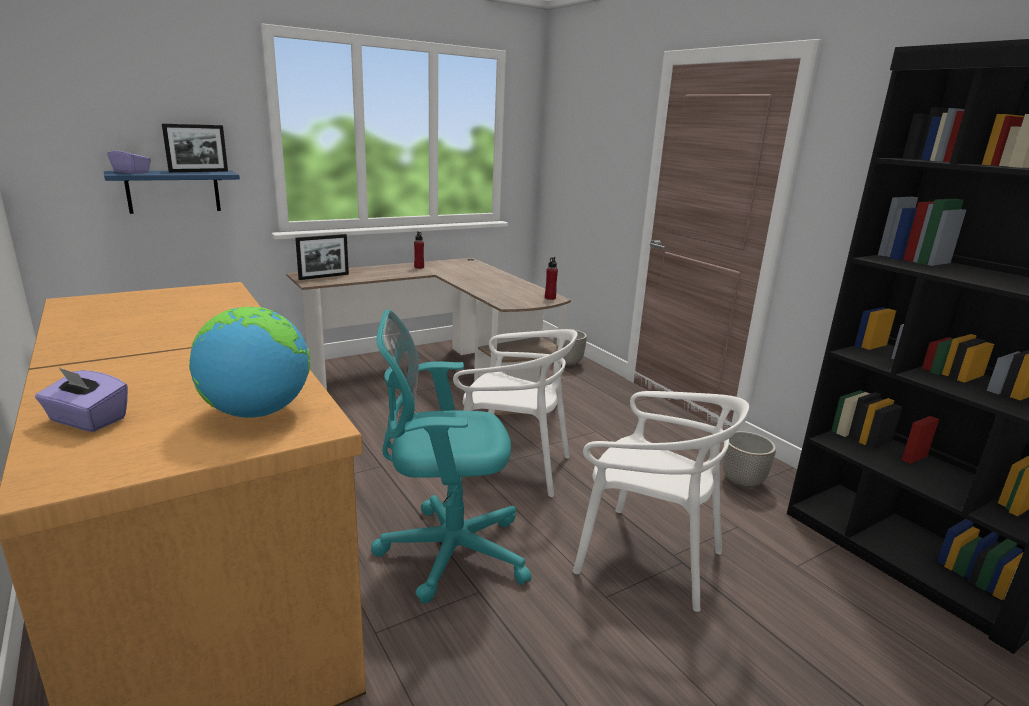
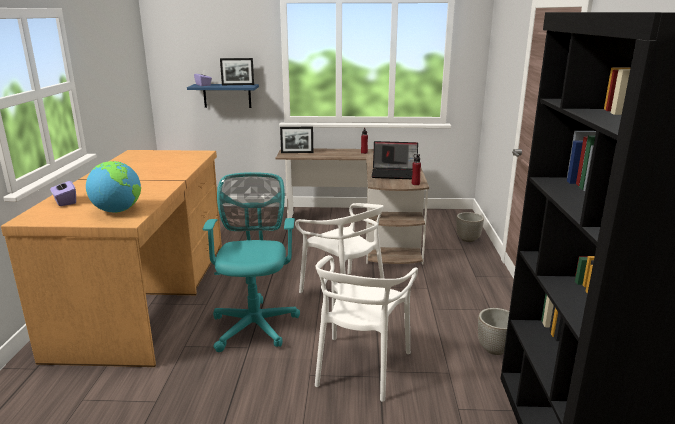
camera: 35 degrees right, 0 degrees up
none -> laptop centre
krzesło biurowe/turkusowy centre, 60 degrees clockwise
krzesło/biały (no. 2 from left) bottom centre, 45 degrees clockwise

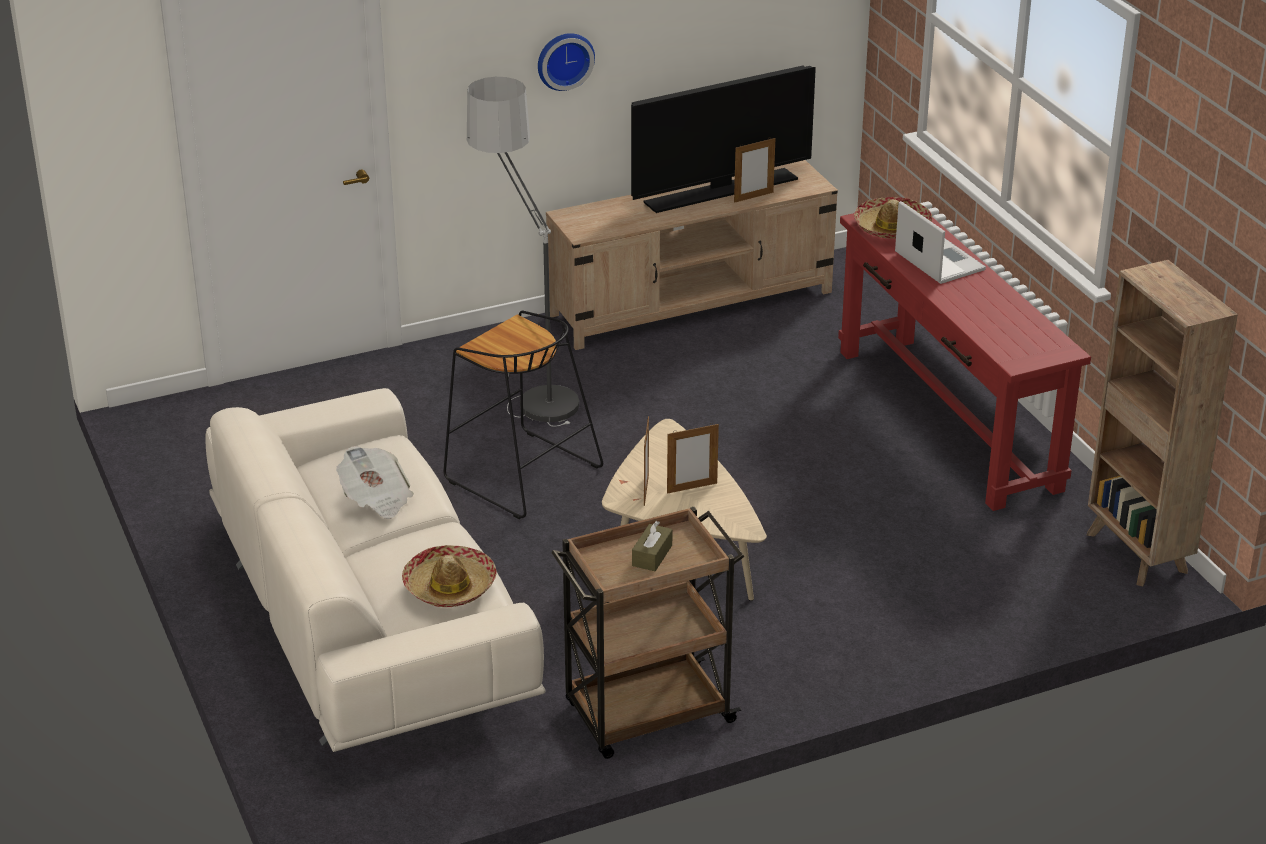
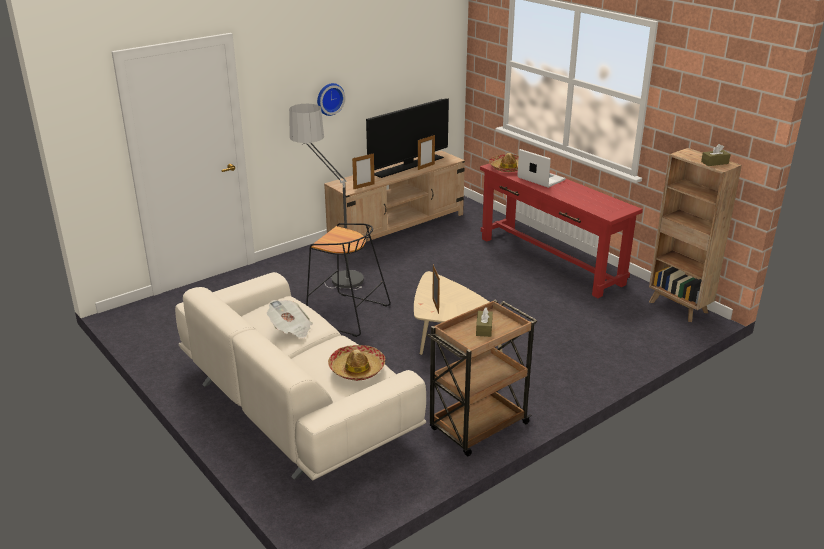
camera: 15 degrees left, 5 degrees down
none -> pudełko chusteczek/brązowy (no. 2 from left) top right
ramka na zdjęcie (no. 2 from left in the first image) centre -> ramka na zdjęcie (no. 1 from left) top centre, shifted

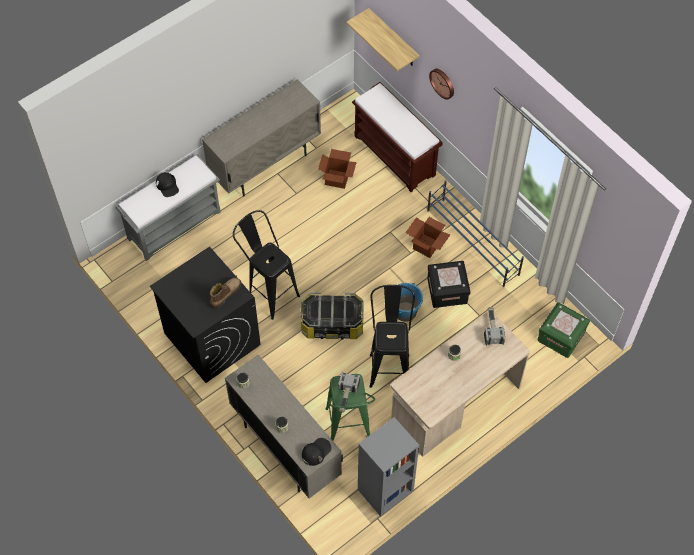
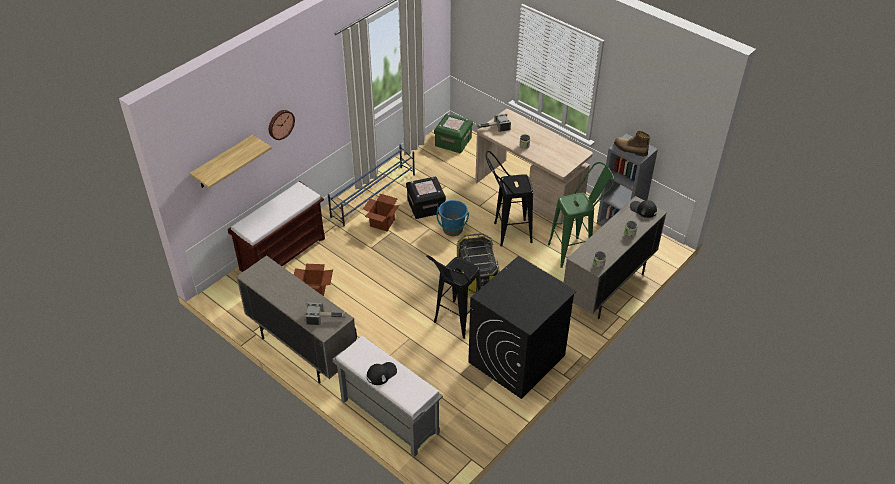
camera: 100 degrees left, 15 degrees down
but z cholewką middle left -> but z cholewką top right, shifted
młotek (no. 1 from left) bottom centre -> młotek (no. 1 from left) centre, shifted

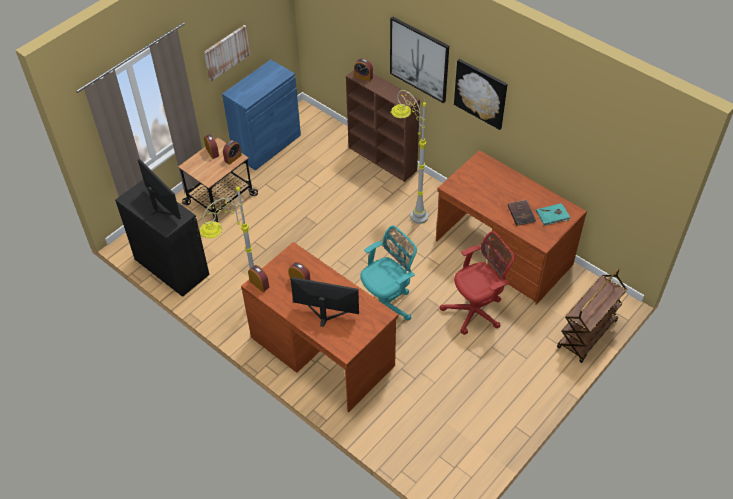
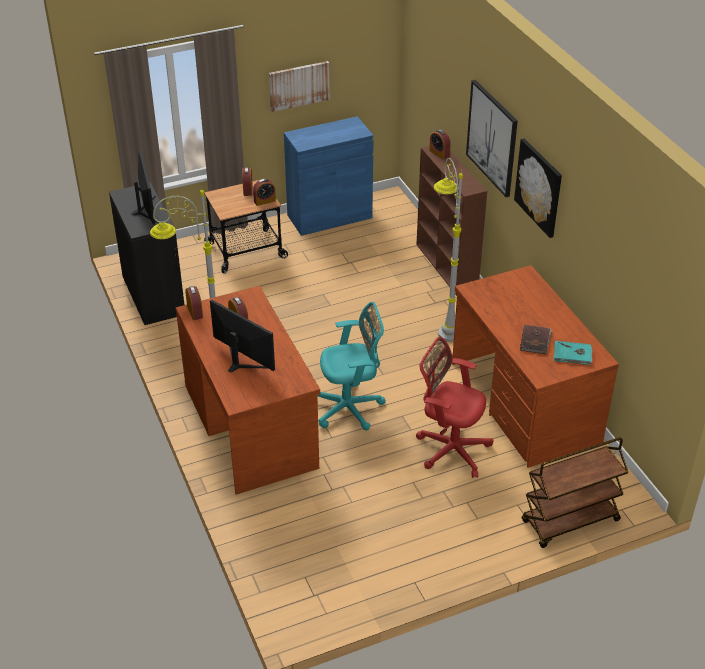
camera: 25 degrees right, 10 degrees down
krzesło biurowe/czerwony centre, 150 degrees counterclockwise

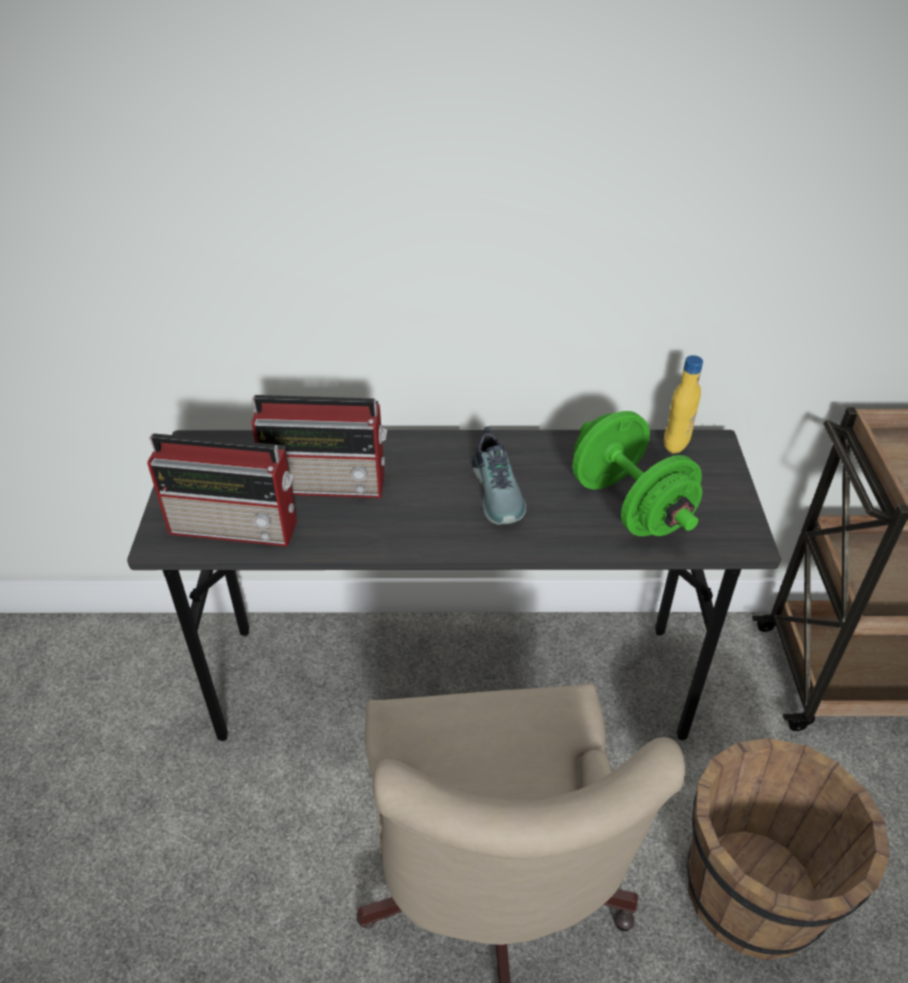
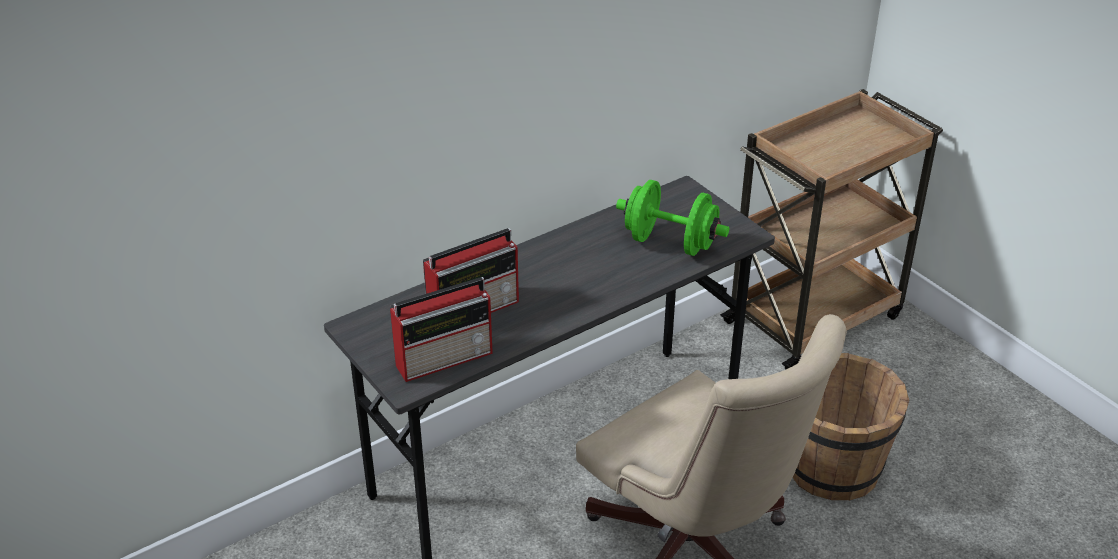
camera: 35 degrees left, 5 degrees down
but centre -> none
butelka/żółty middle right -> none

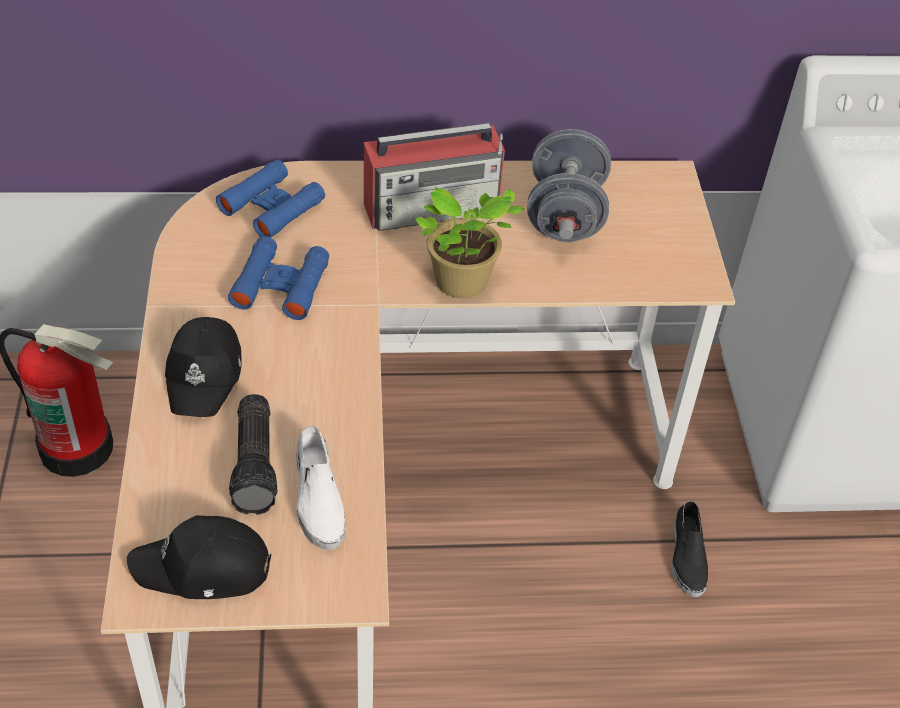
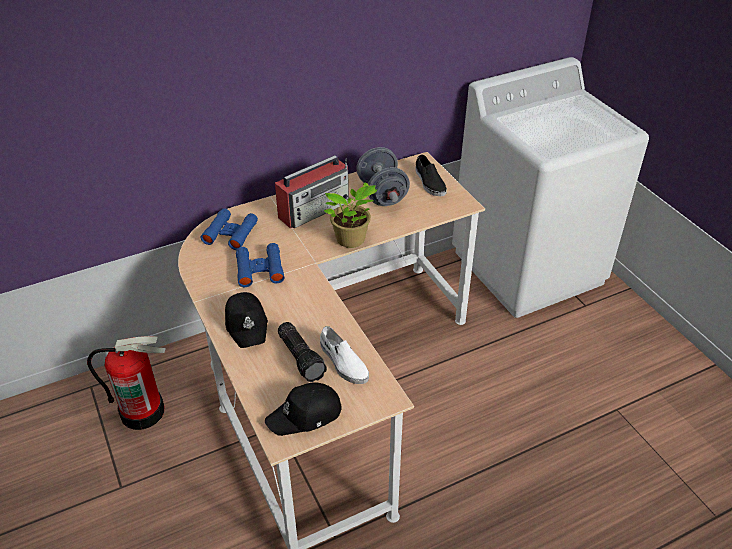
camera: 20 degrees left, 5 degrees down
but/czarny bottom right -> but/czarny top centre, shifted

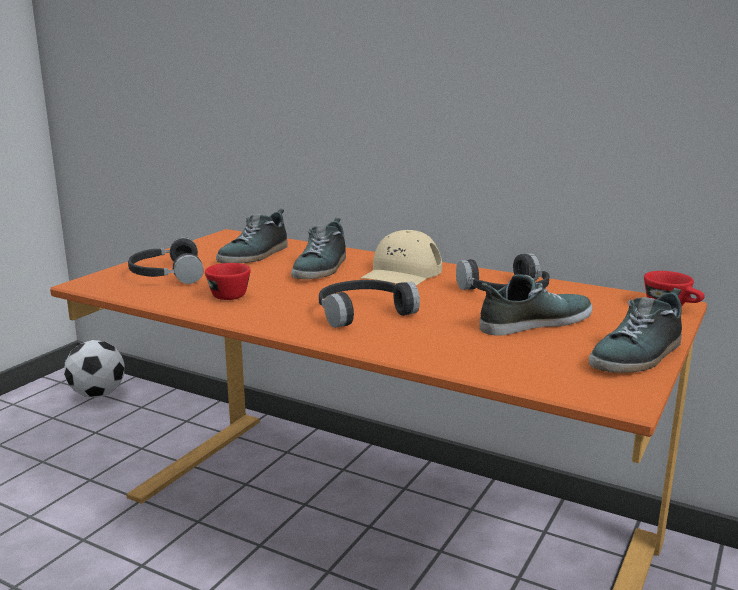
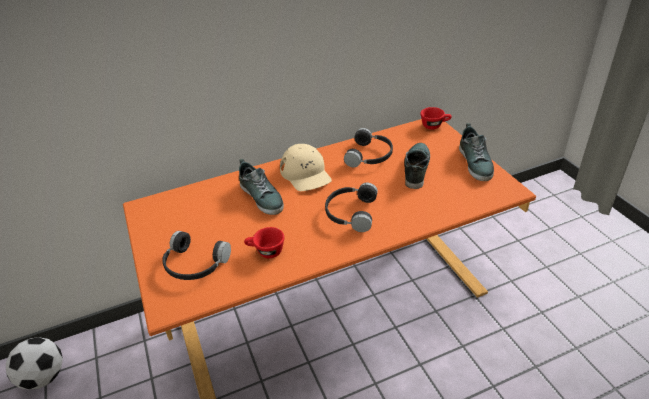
camera: 50 degrees left, 20 degrees up
but (no. 1 from left) centre -> none

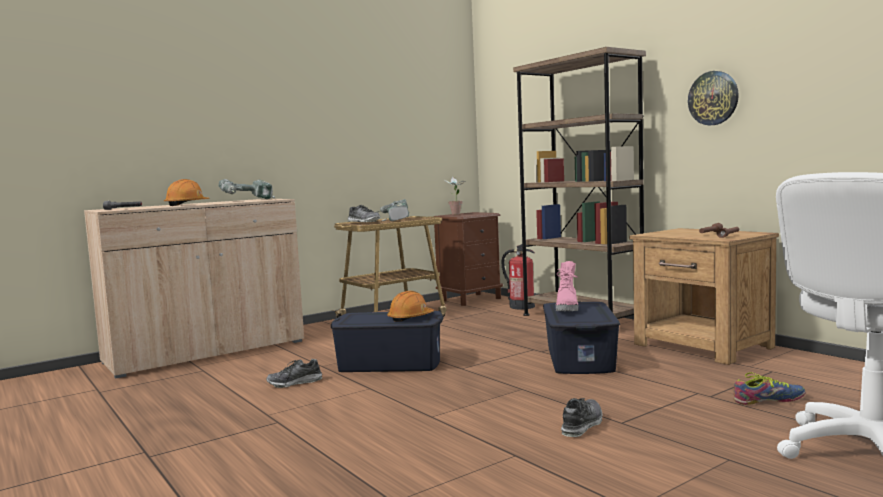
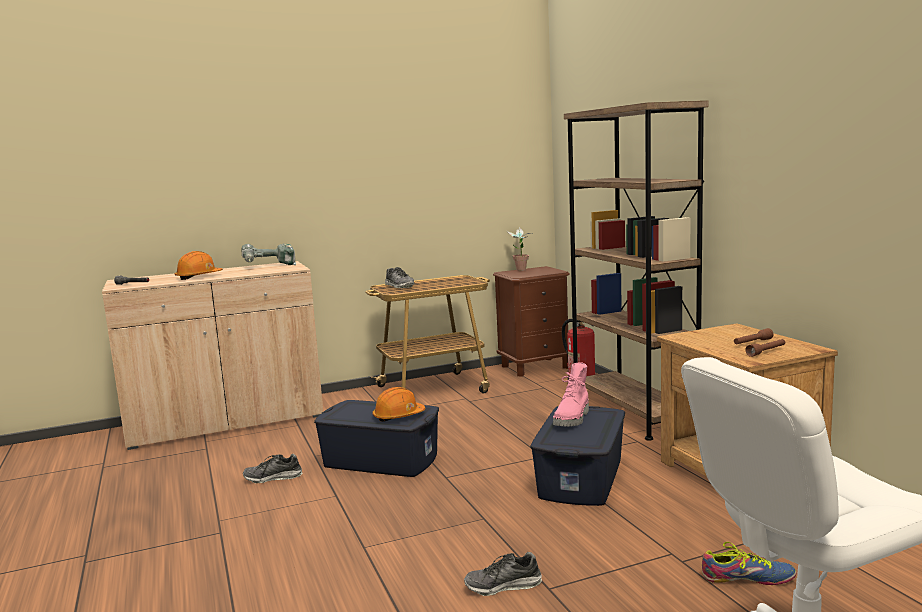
camera: 15 degrees right, 5 degrees up
wiertarka (no. 2 from left) centre -> none
zegar ścienny top right -> none
but (no. 3 from left) bottom centre, 150 degrees counterclockwise

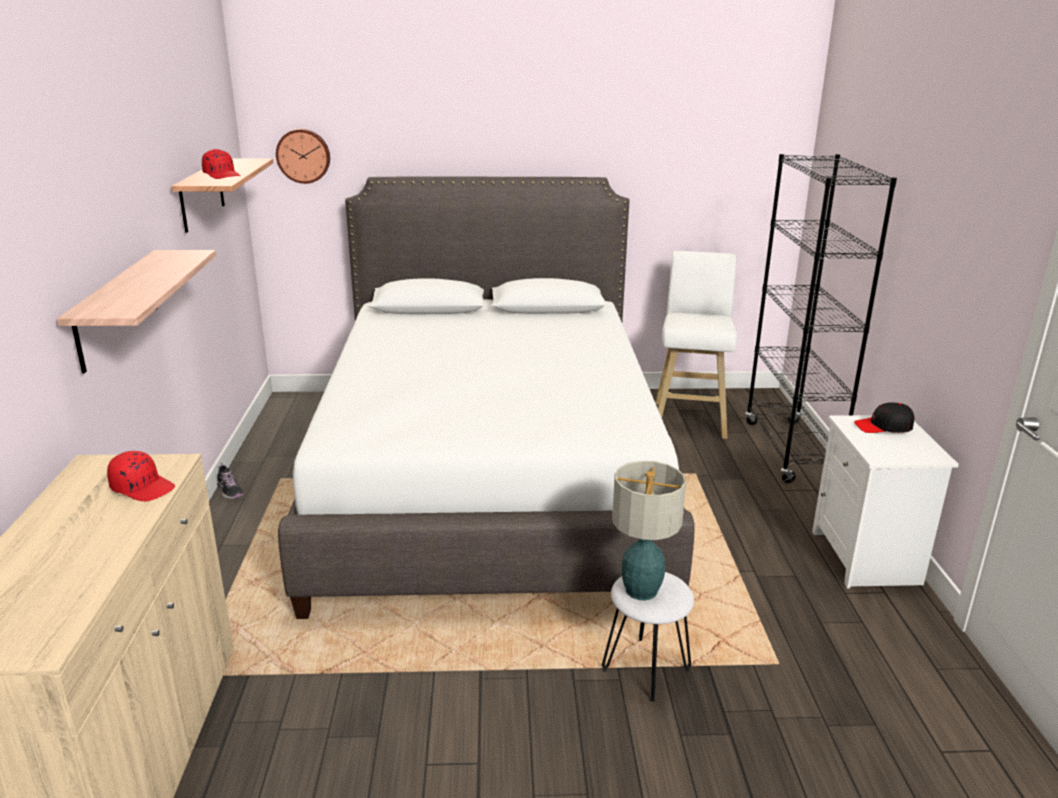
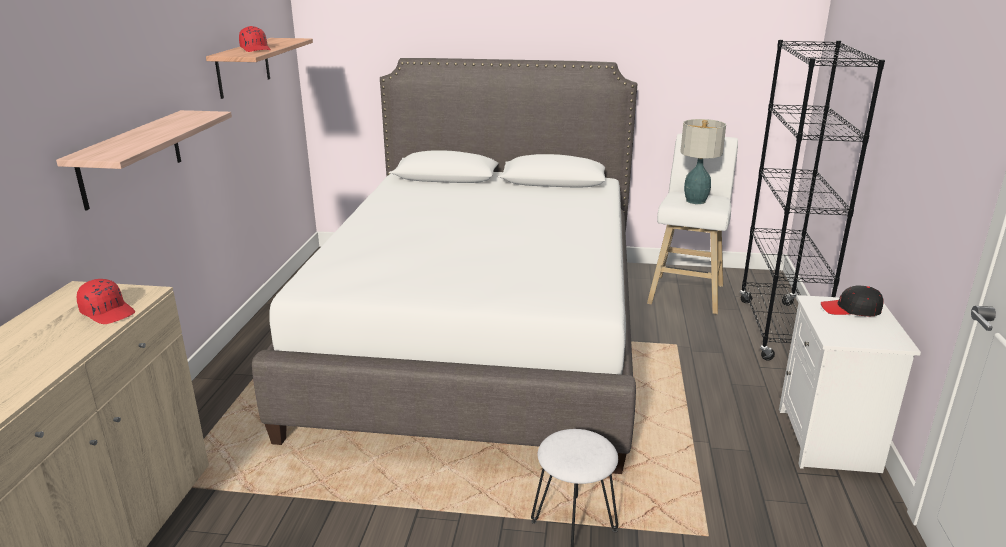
camera: 10 degrees right, 0 degrees up
but middle left -> none
zegar ścienny top left -> none
lampa stołowa centre -> lampa stołowa top right, shifted

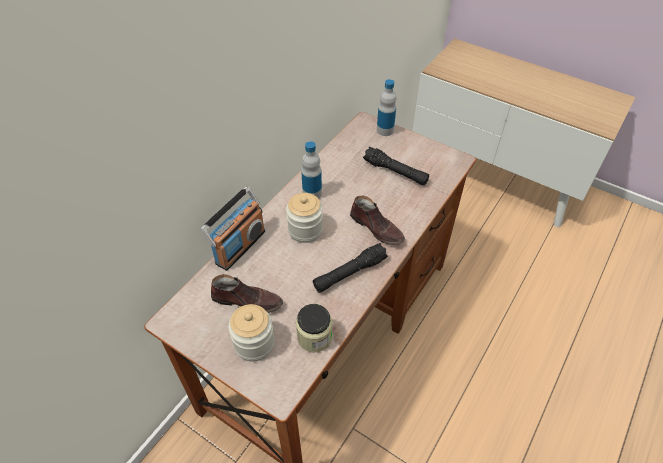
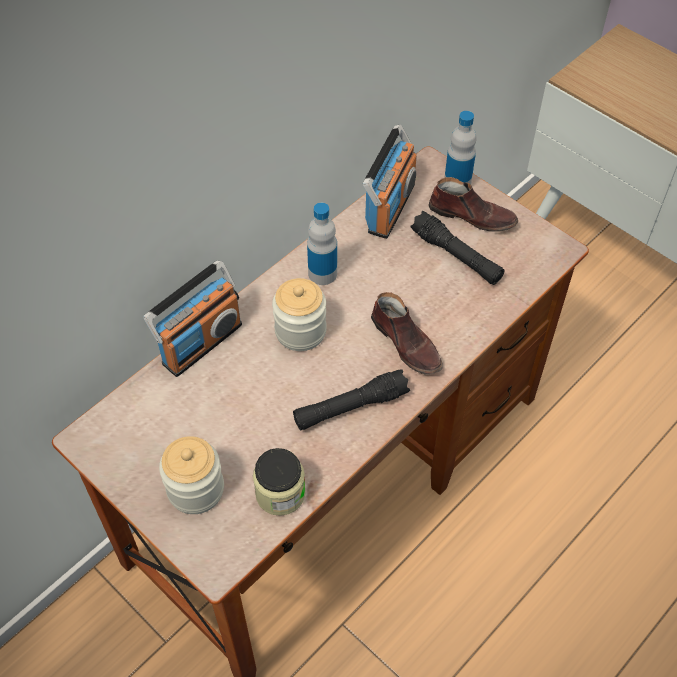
camera: 10 degrees right, 5 degrees up
none -> radio (no. 2 from left) top centre
but/brązowy (no. 1 from left in the first image) centre -> but/brązowy (no. 2 from left) top right, shifted

